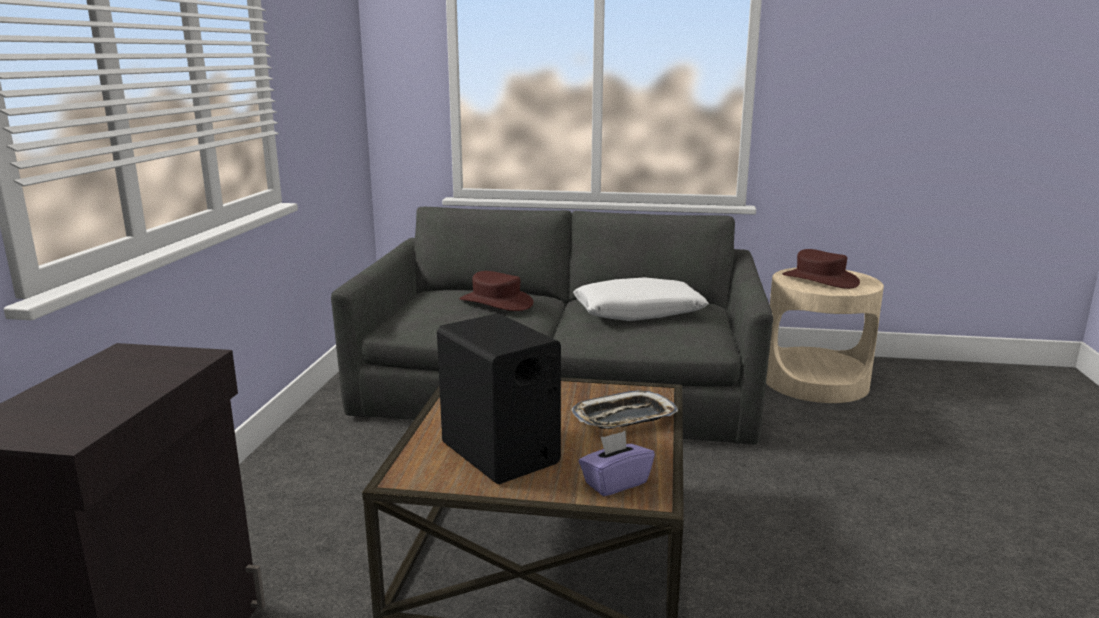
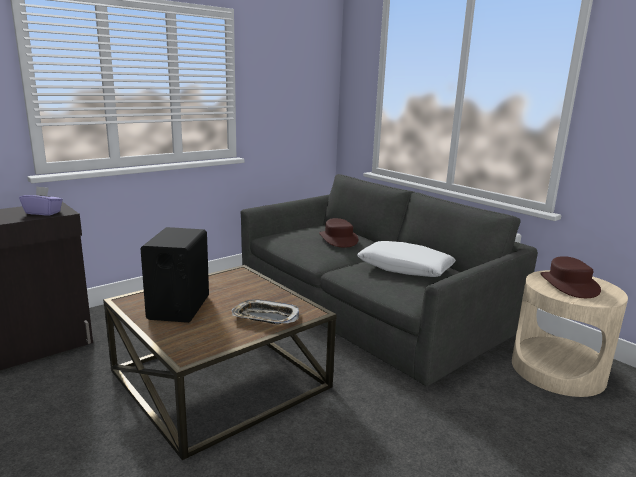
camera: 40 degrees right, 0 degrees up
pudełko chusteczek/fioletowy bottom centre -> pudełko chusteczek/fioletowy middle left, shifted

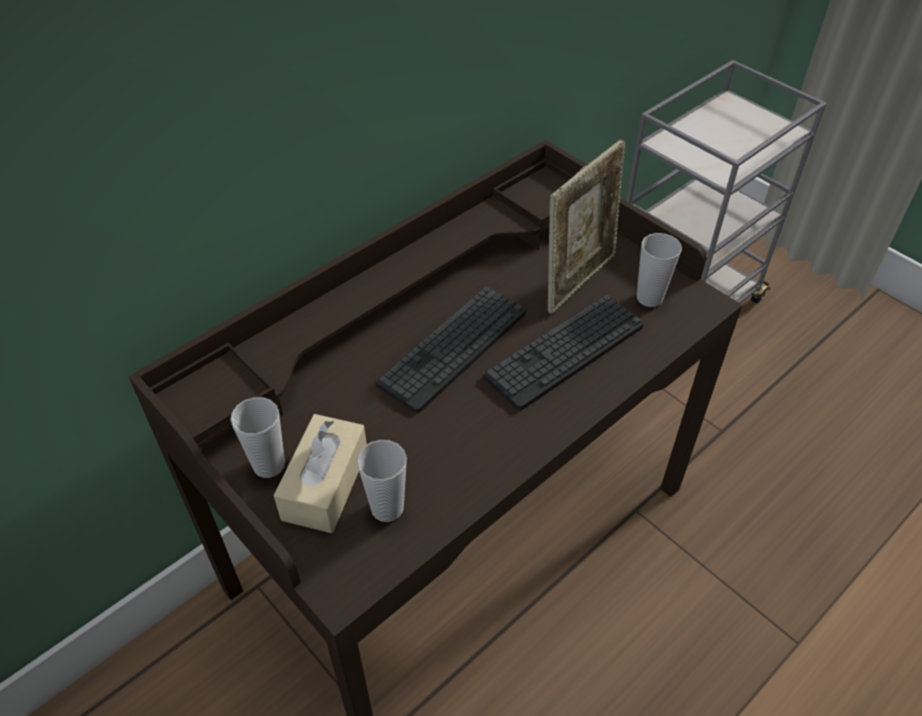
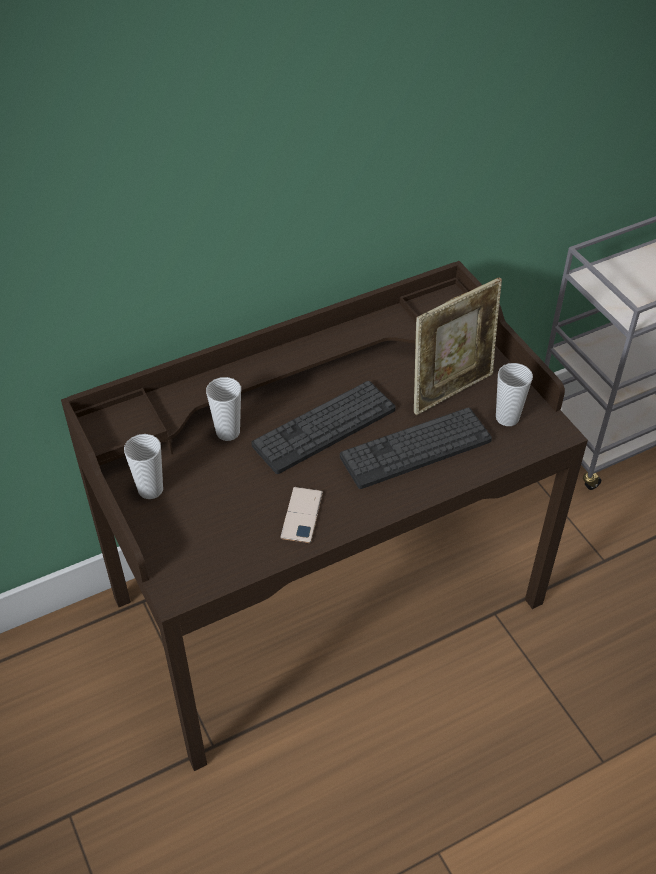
camera: 15 degrees right, 0 degrees up
pudełko chusteczek/beżowy centre -> none
none -> telefon centre
filiżanka (no. 2 from left) bottom centre -> filiżanka (no. 2 from left) centre, shifted

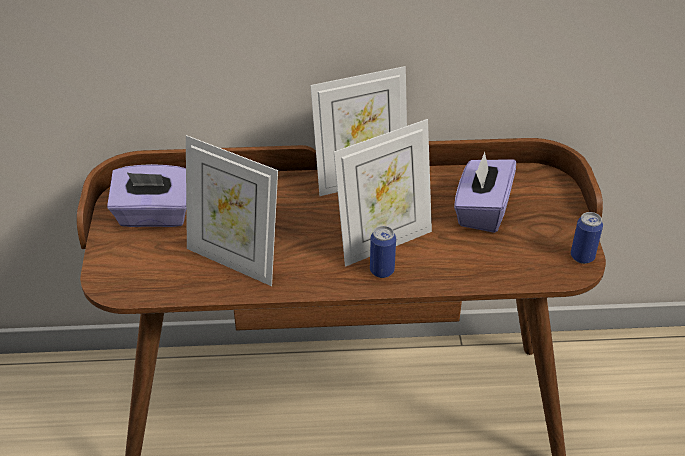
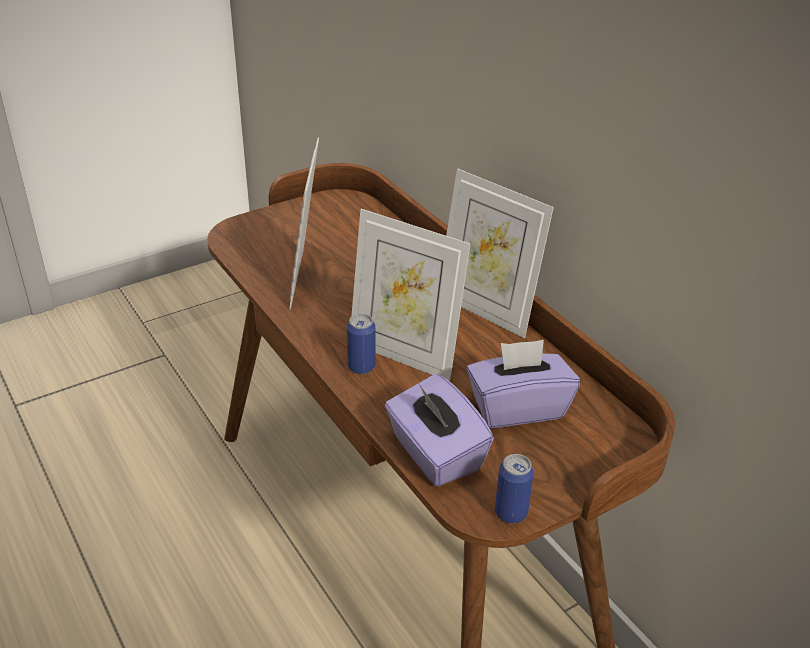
camera: 60 degrees right, 5 degrees down
pudełko chusteczek/fioletowy (no. 1 from left) middle left -> pudełko chusteczek/fioletowy (no. 1 from left) centre, shifted

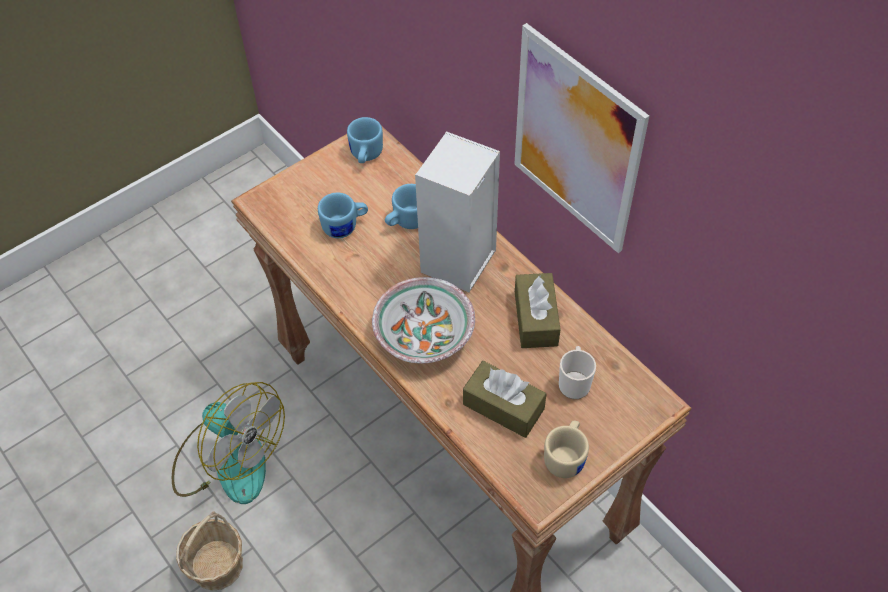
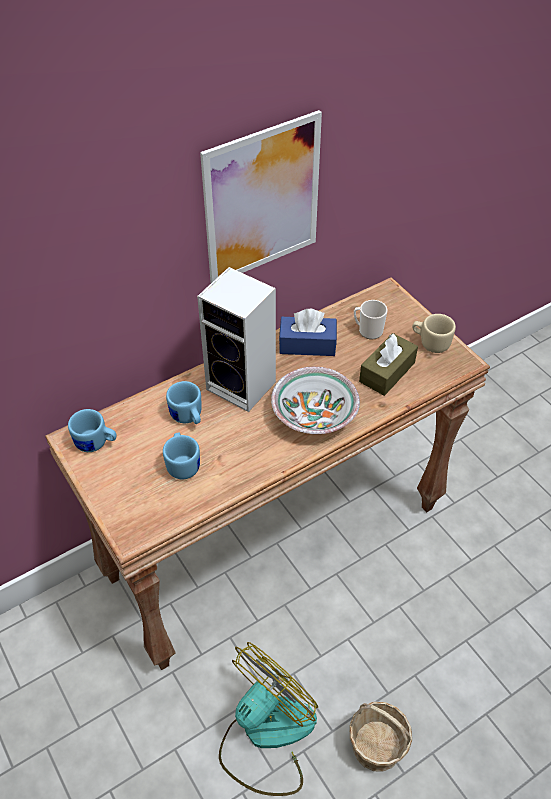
camera: 85 degrees left, 5 degrees down
pudełko chusteczek/brązowy (no. 2 from left) centre -> pudełko chusteczek/niebieski centre

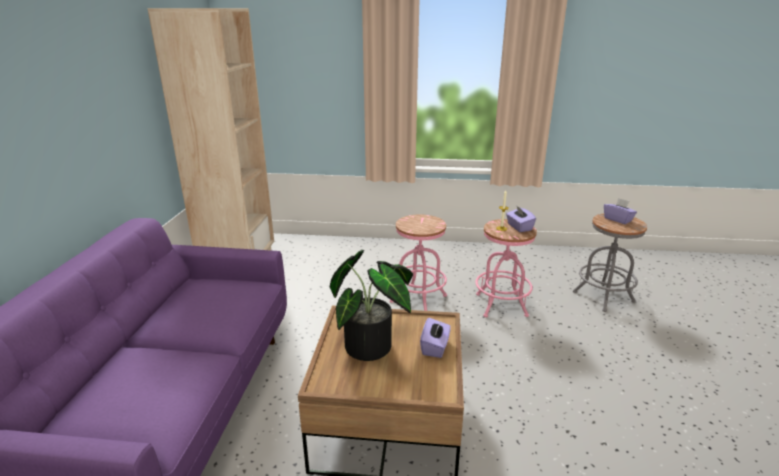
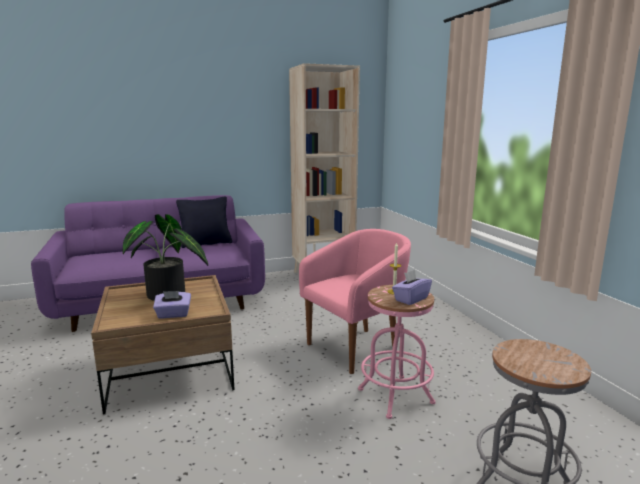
camera: 65 degrees right, 10 degrees down
pudełko chusteczek/fioletowy (no. 3 from left) middle right -> none
none -> poduszka/czarny middle left
stołek/różowy (no. 1 from left) centre -> fotel/różowy centre

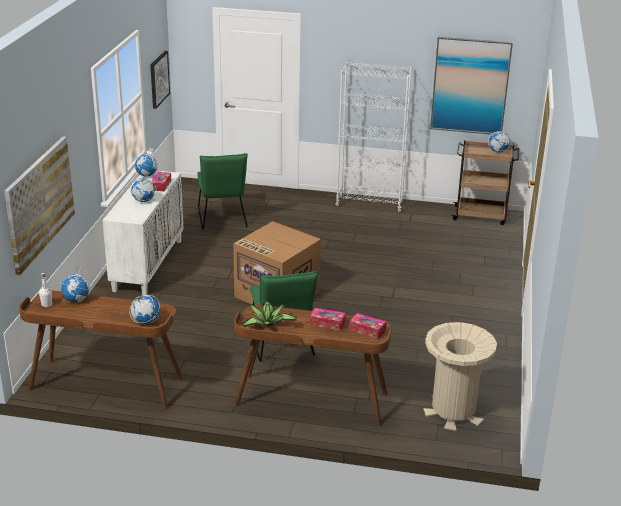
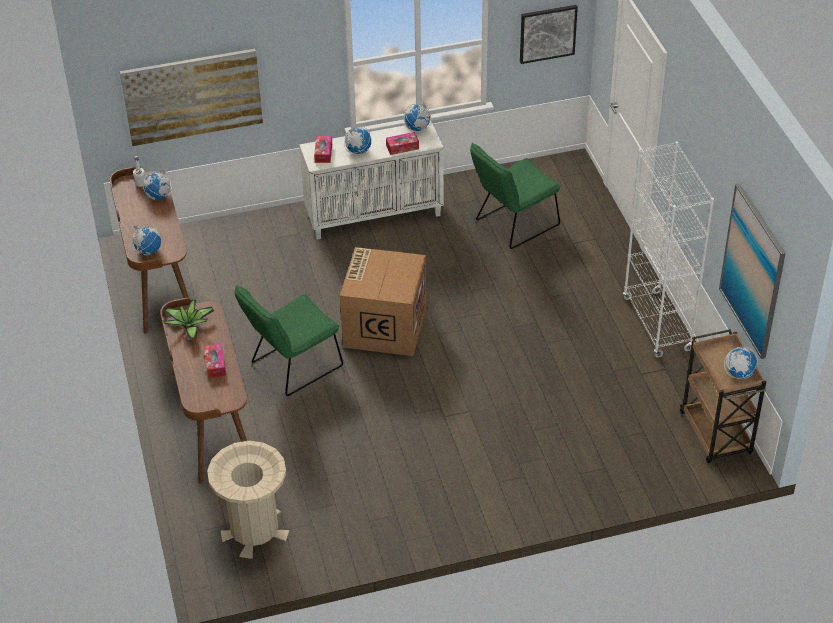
camera: 65 degrees right, 15 degrees up
pudełko chusteczek (no. 3 from left in the first image) centre -> pudełko chusteczek (no. 2 from left) top centre, shifted

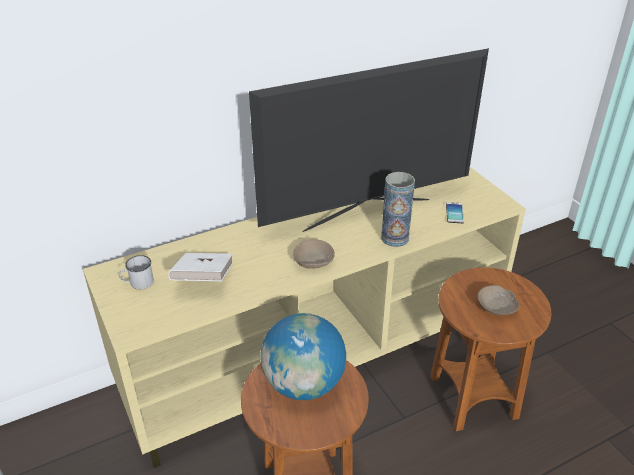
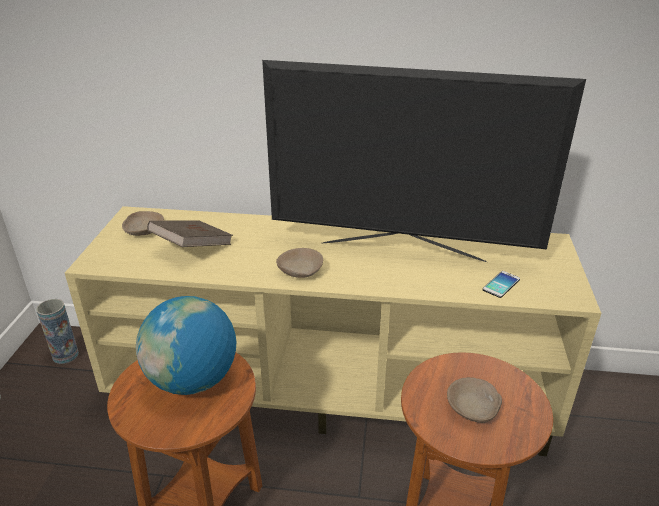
camera: 35 degrees right, 5 degrees down
wazon centre -> wazon middle left, shifted
kubek/biały middle left -> miska/beżowy (no. 1 from left) middle left
książka/biały middle left -> książka/brązowy middle left

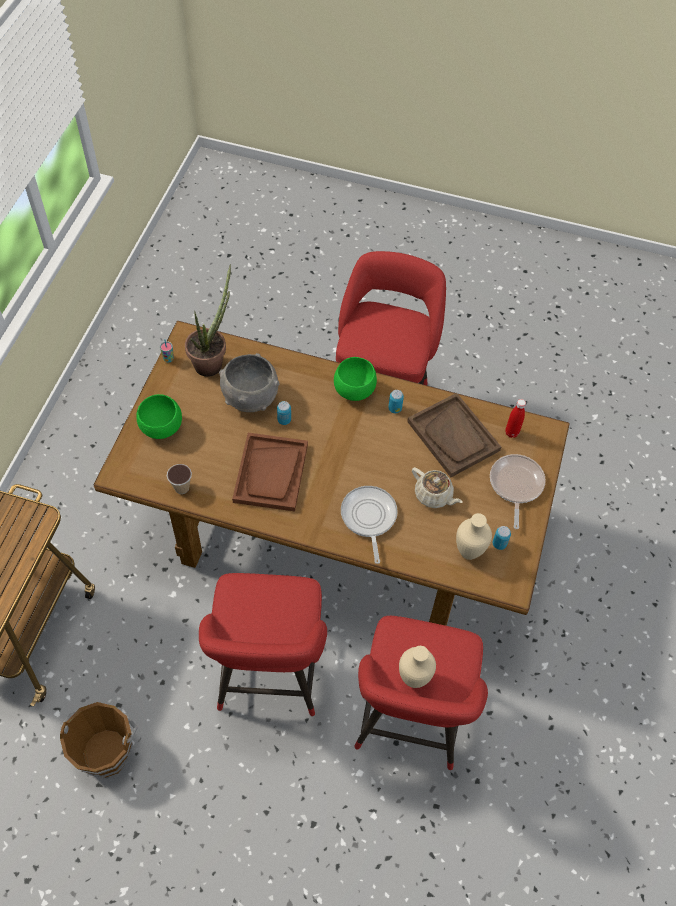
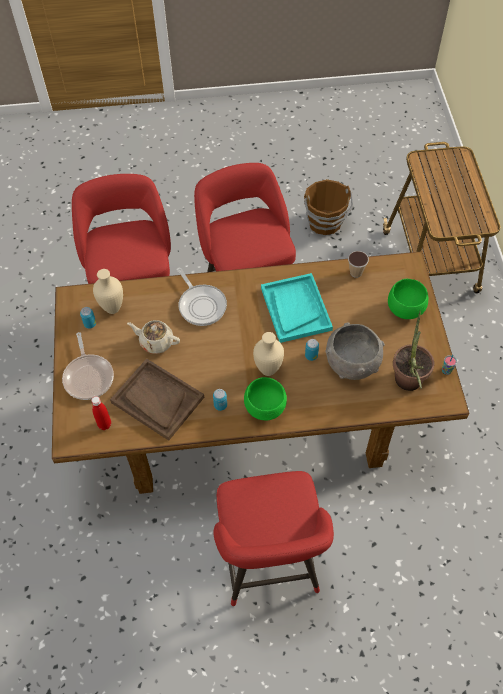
camera: 160 degrees right, 0 degrees up
wazon/beżowy (no. 1 from left in the first image) bottom centre -> wazon/beżowy (no. 2 from left) centre, shifted
taca/brązowy (no. 1 from left) centre -> taca/turkusowy centre

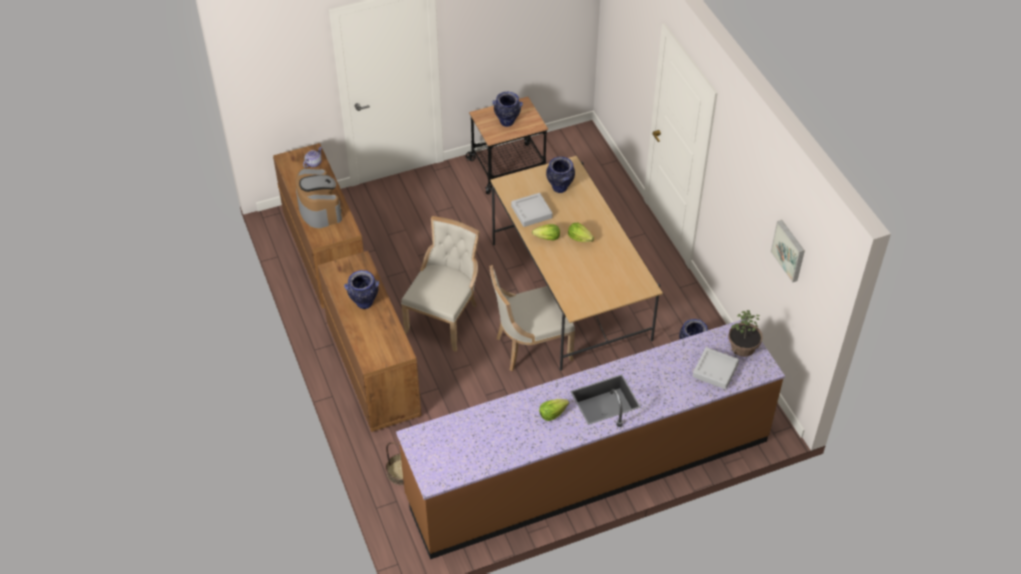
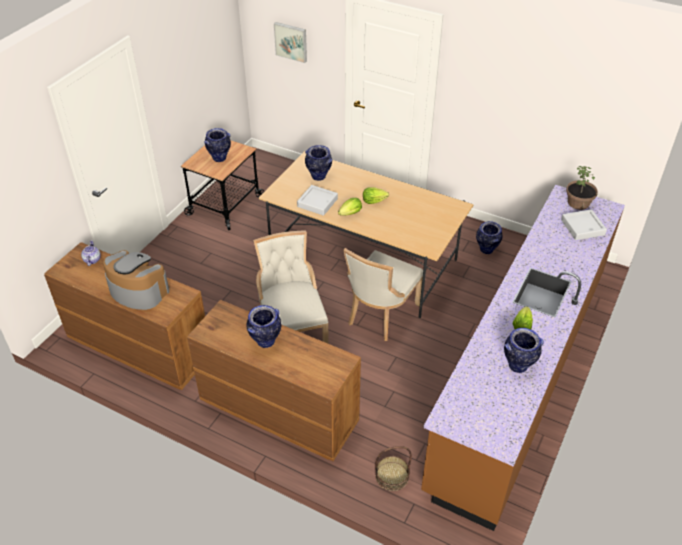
camera: 40 degrees left, 5 degrees down
none -> wazon (no. 5 from left) middle right
obraz middle right -> obraz top centre, shifted

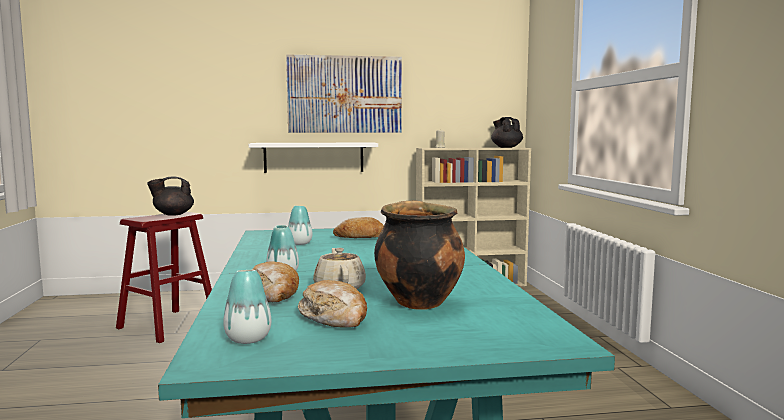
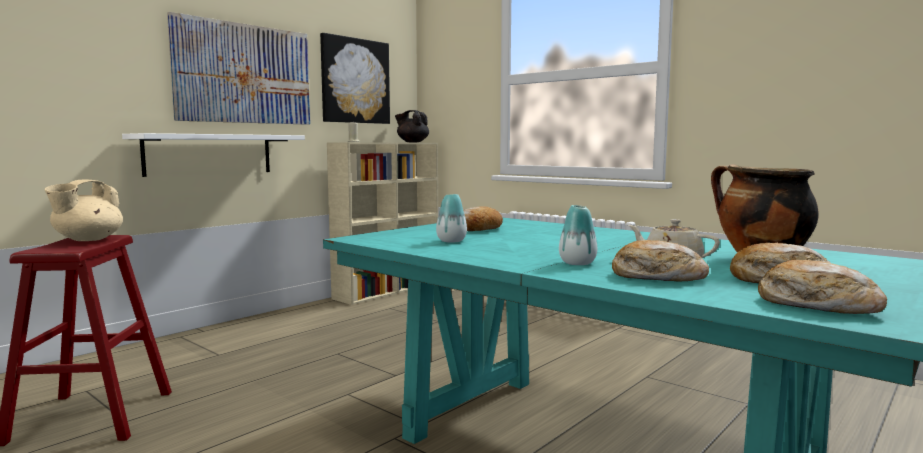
camera: 40 degrees left, 0 degrees up
none -> obraz (no. 2 from left) top centre
wazon (no. 1 from left) bottom left -> chleb (no. 4 from left) middle right
imbryk/czarny (no. 1 from left) middle left -> imbryk/beżowy (no. 1 from left) middle left

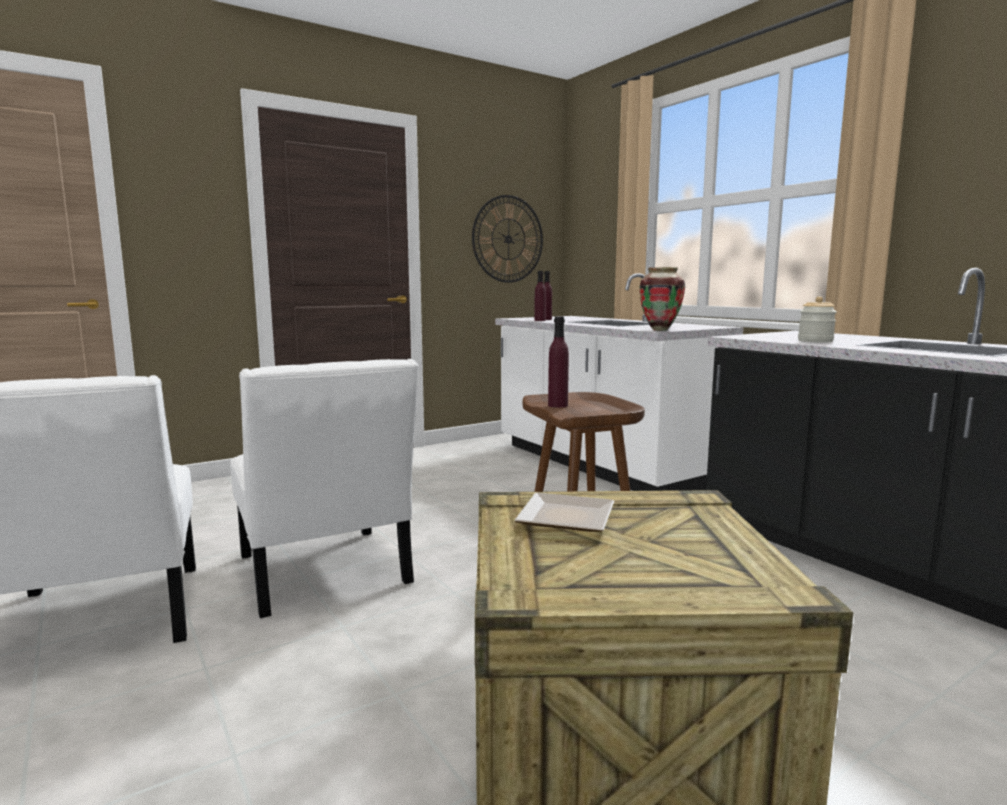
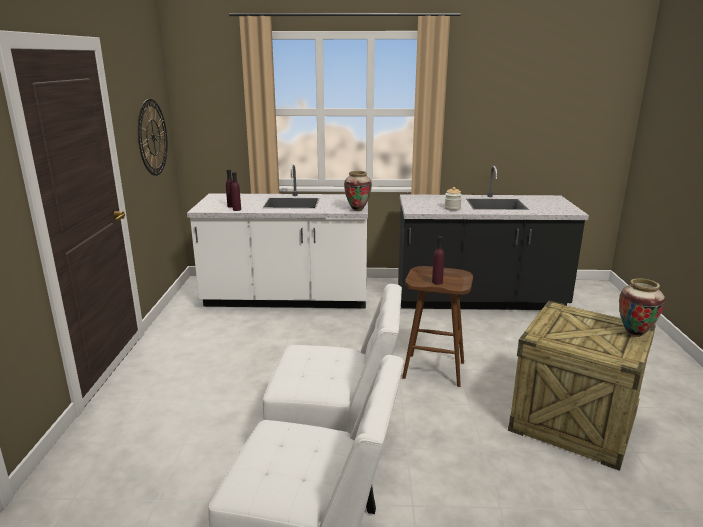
camera: 55 degrees left, 10 degrees up
talerz centre -> none
none -> wazon (no. 2 from left) middle right

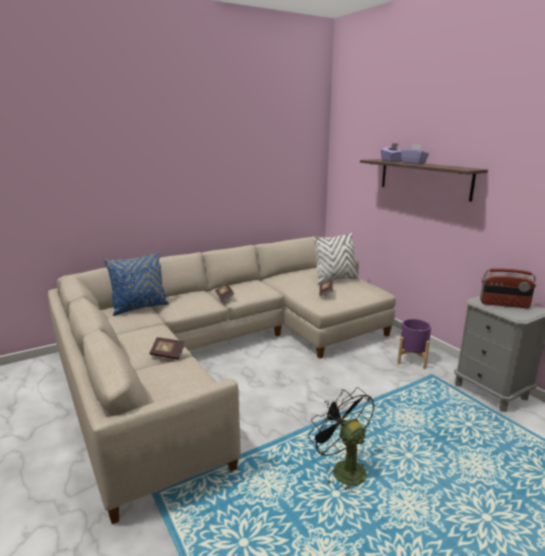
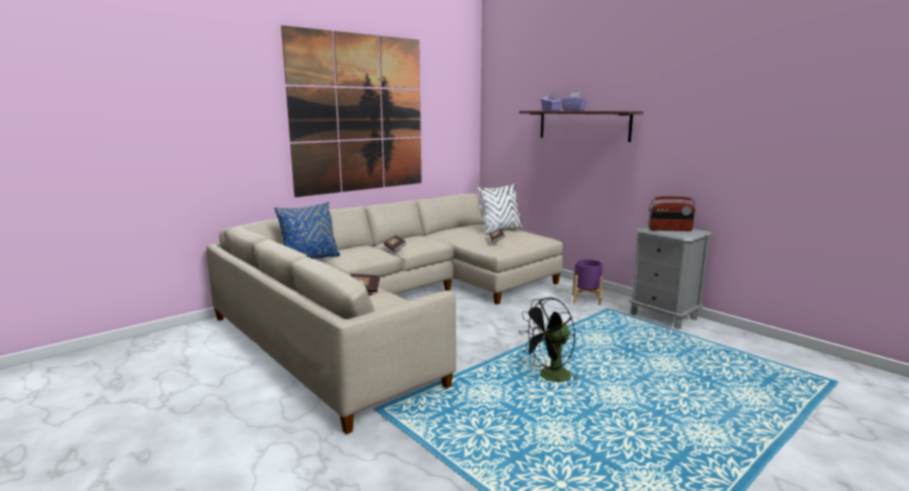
camera: 10 degrees left, 5 degrees down
none -> obraz top centre
wentylator/czarny bottom centre, 75 degrees counterclockwise

